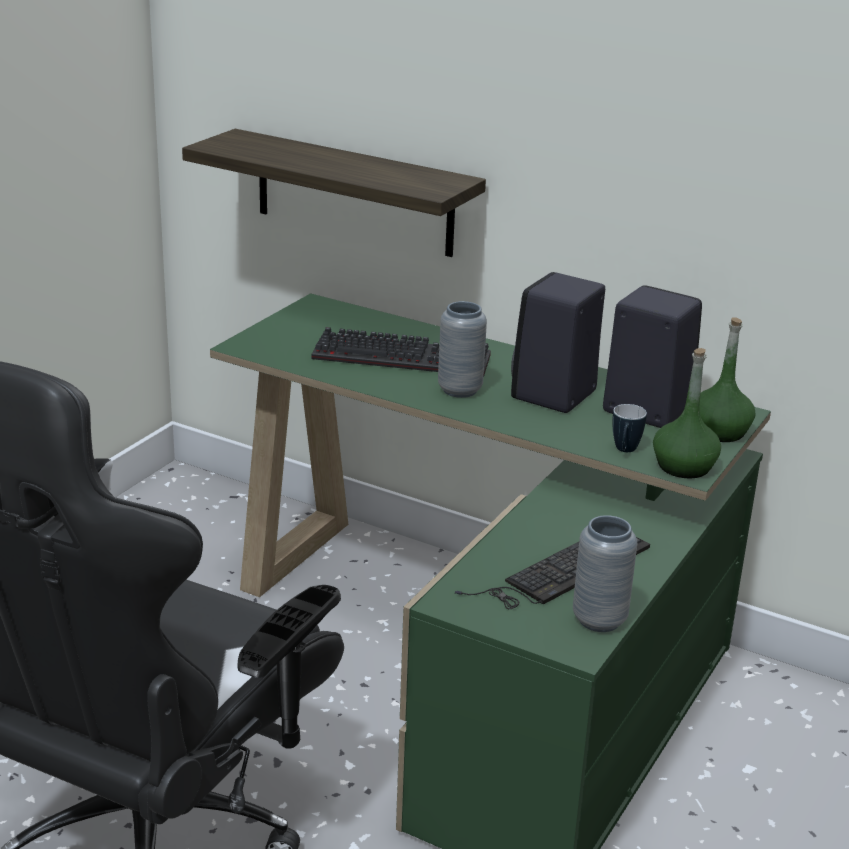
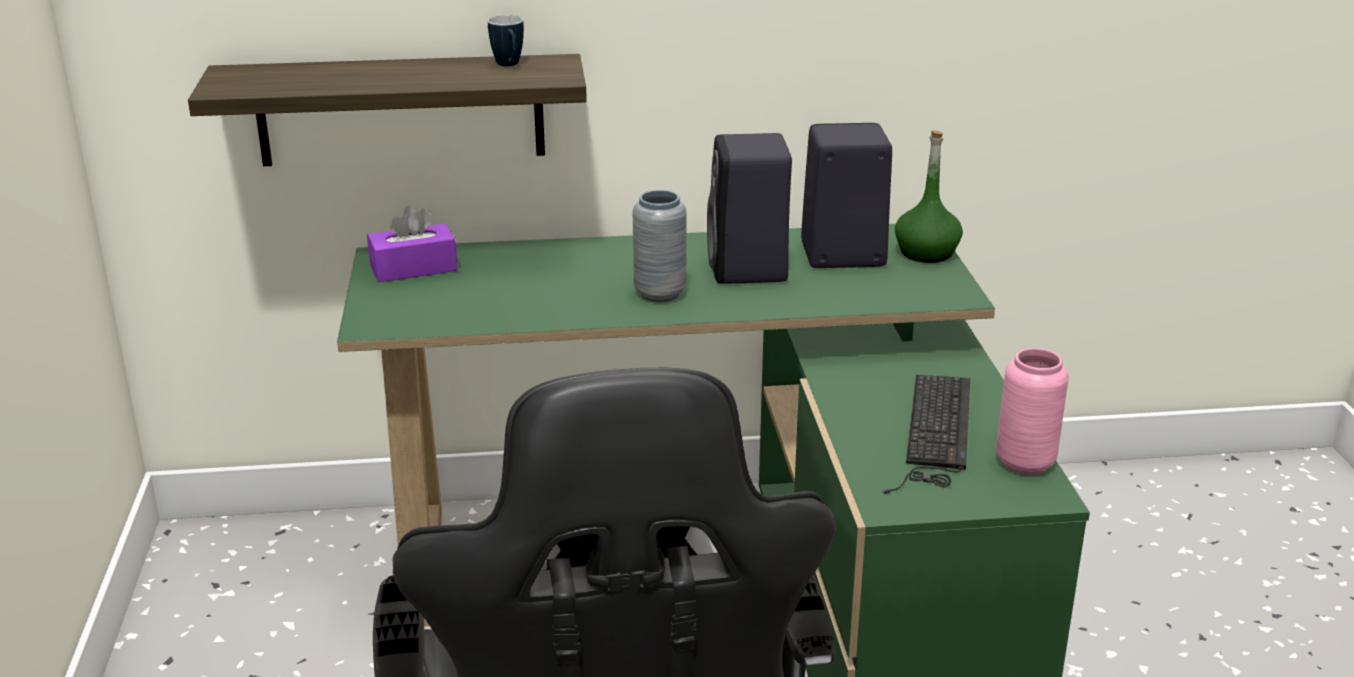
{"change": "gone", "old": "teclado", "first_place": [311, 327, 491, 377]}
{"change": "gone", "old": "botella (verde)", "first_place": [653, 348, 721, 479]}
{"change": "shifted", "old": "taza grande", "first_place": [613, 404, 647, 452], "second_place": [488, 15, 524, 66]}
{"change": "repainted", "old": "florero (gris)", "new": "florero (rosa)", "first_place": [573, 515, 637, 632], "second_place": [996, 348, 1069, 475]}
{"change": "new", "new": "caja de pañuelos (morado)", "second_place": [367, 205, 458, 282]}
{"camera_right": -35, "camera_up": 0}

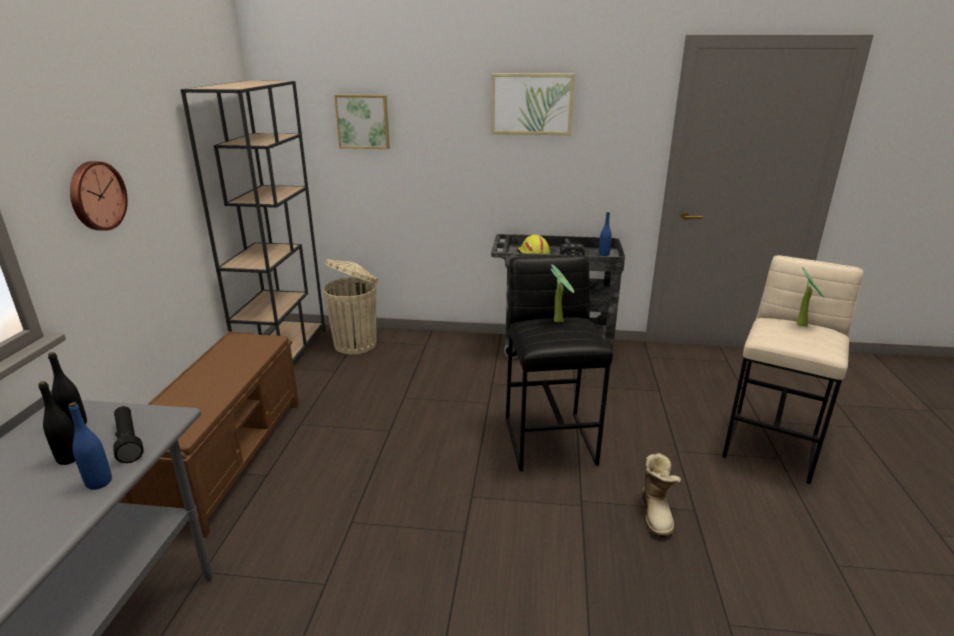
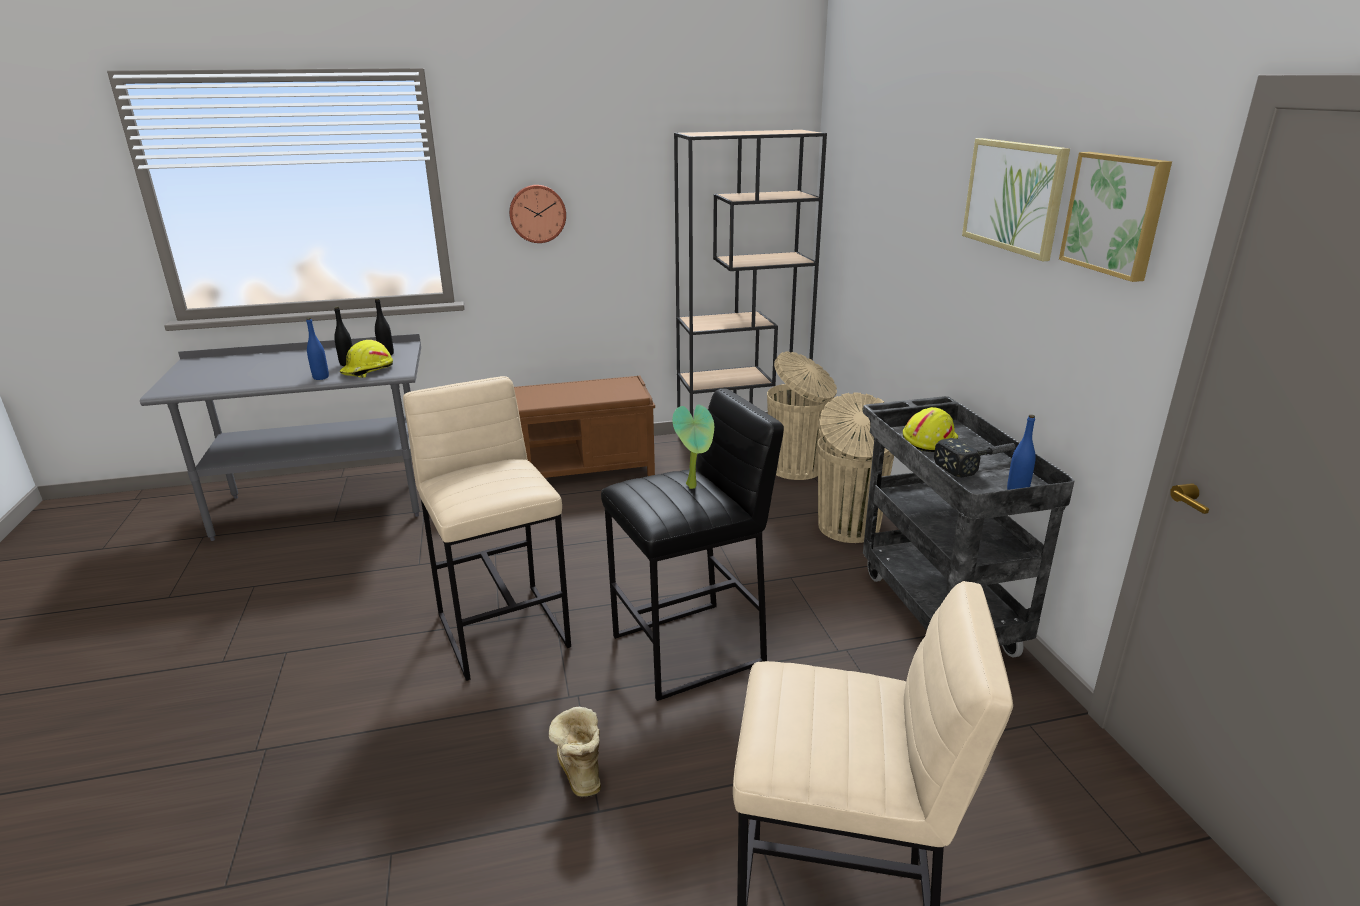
{"change": "shifted", "old": "cuadro", "first_place": [334, 95, 390, 149], "second_place": [1059, 152, 1172, 282]}
{"change": "gone", "old": "planta en maceta", "first_place": [797, 267, 825, 327]}
{"change": "swapped", "old": "linterna (negro)", "new": "casco (amarillo)", "first_place": [113, 406, 143, 463], "second_place": [340, 340, 393, 378]}
{"change": "rotated", "old": "bota", "first_place": [642, 453, 681, 537], "second_place": [549, 707, 601, 797], "degrees": 90}
{"change": "new", "new": "taburete (beis)", "second_place": [403, 376, 571, 681]}
{"change": "new", "new": "papelera (beis)", "second_place": [818, 392, 894, 543]}
{"camera_right": 70, "camera_up": 0}

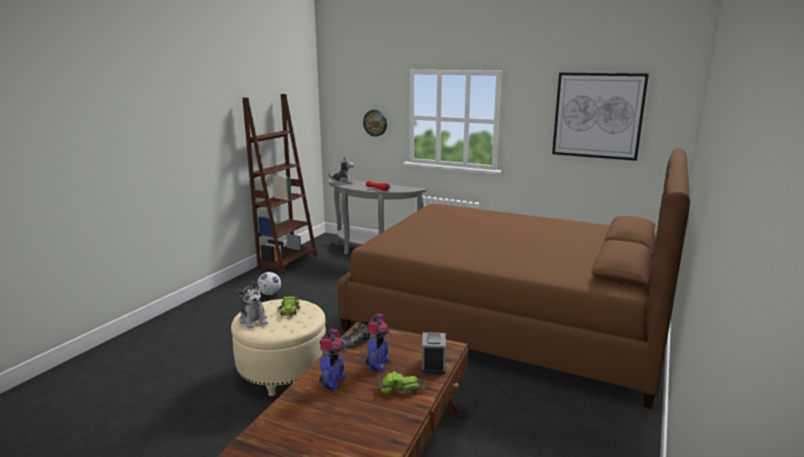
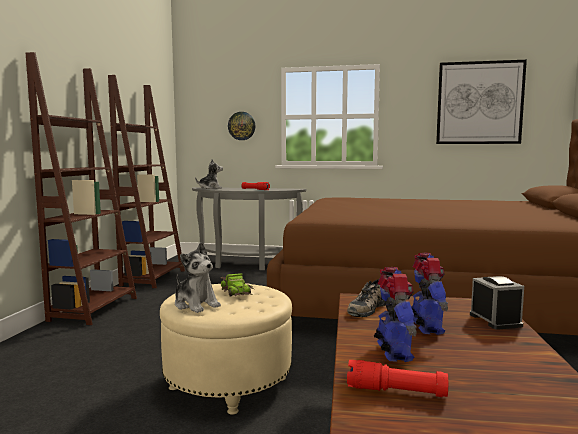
{"change": "gone", "old": "balón de fútbol", "first_place": [257, 272, 281, 295]}
{"change": "gone", "old": "coche de juguete", "first_place": [376, 371, 429, 395]}
{"change": "new", "new": "estantería (marrón)", "second_place": [26, 52, 137, 325]}
{"change": "new", "new": "linterna (rojo)", "second_place": [347, 360, 448, 397]}
{"camera_right": -15, "camera_up": -10}

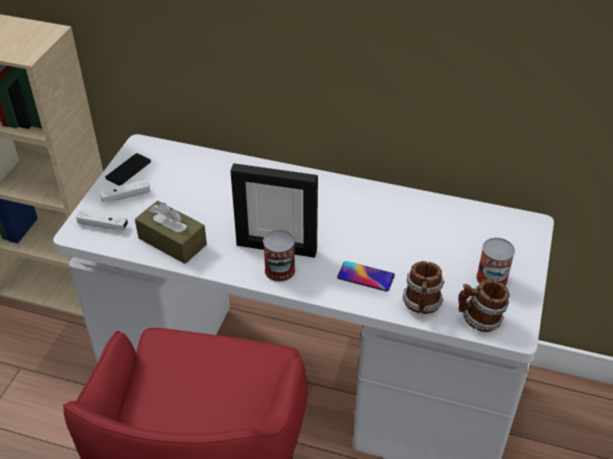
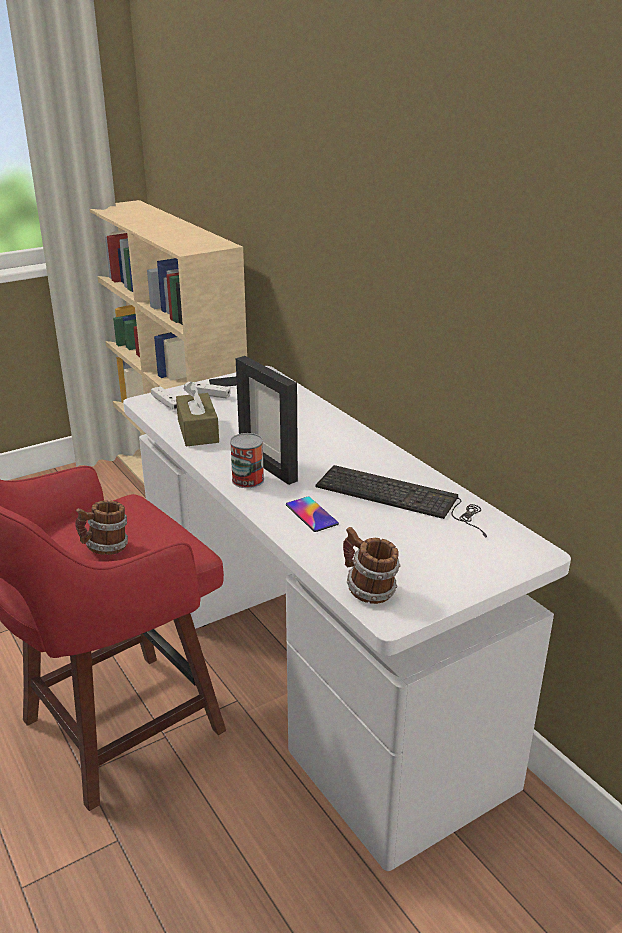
{"change": "gone", "old": "lata", "first_place": [476, 238, 515, 286]}
{"change": "shifted", "old": "taza grande", "first_place": [402, 261, 445, 314], "second_place": [75, 500, 128, 555]}
{"change": "new", "new": "teclado", "second_place": [315, 465, 487, 538]}
{"camera_right": 40, "camera_up": -15}

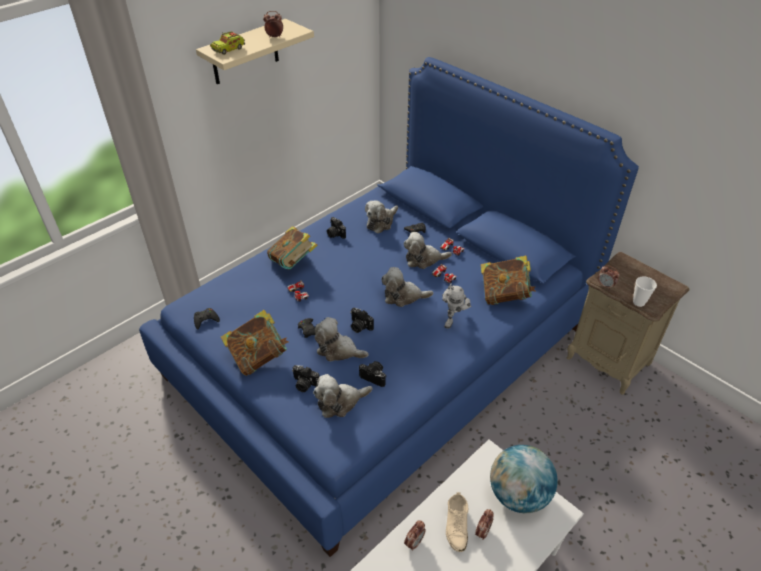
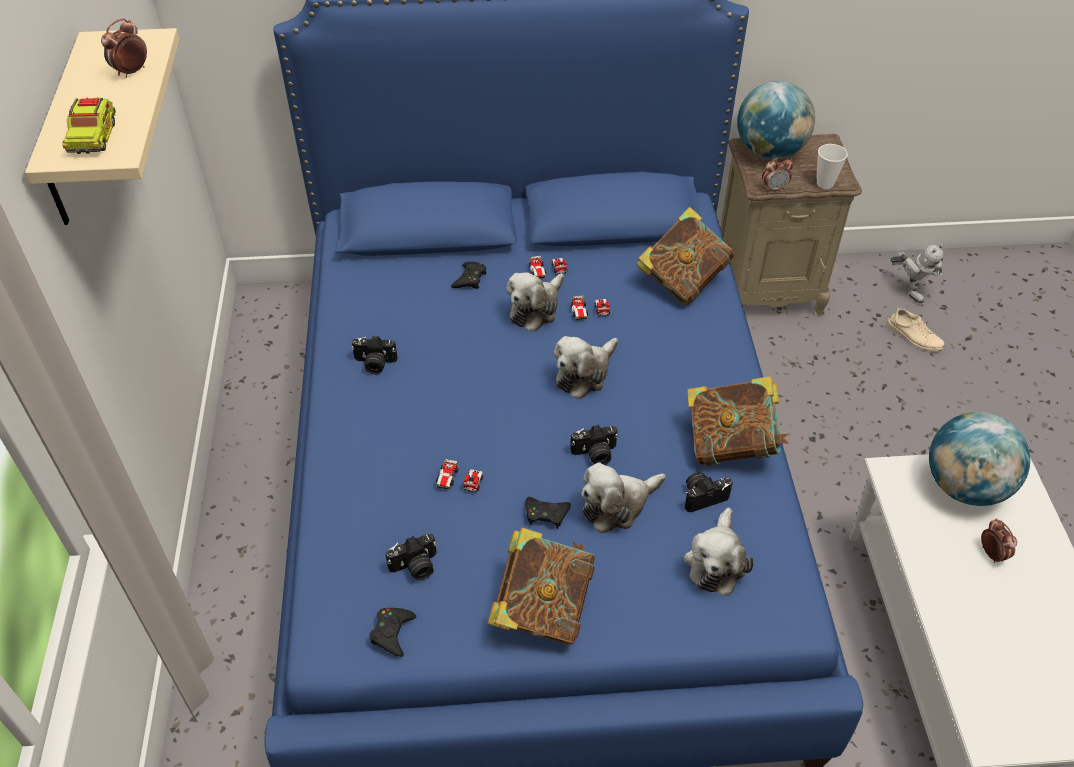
{"change": "gone", "old": "peluche", "first_place": [365, 200, 398, 233]}
{"change": "shifted", "old": "libro", "first_place": [267, 226, 318, 269], "second_place": [687, 376, 788, 466]}
{"change": "shifted", "old": "robot de juguete", "first_place": [442, 284, 472, 329], "second_place": [890, 244, 944, 303]}
{"change": "shifted", "old": "cámara", "first_place": [292, 365, 320, 392], "second_place": [385, 534, 437, 580]}
{"change": "shifted", "old": "zapato (beis)", "first_place": [446, 492, 468, 552], "second_place": [886, 308, 945, 351]}
{"change": "gone", "old": "despertador", "first_place": [404, 520, 425, 551]}
{"change": "new", "new": "globo terráqueo", "second_place": [737, 81, 815, 159]}
{"camera_right": -50, "camera_up": 5}

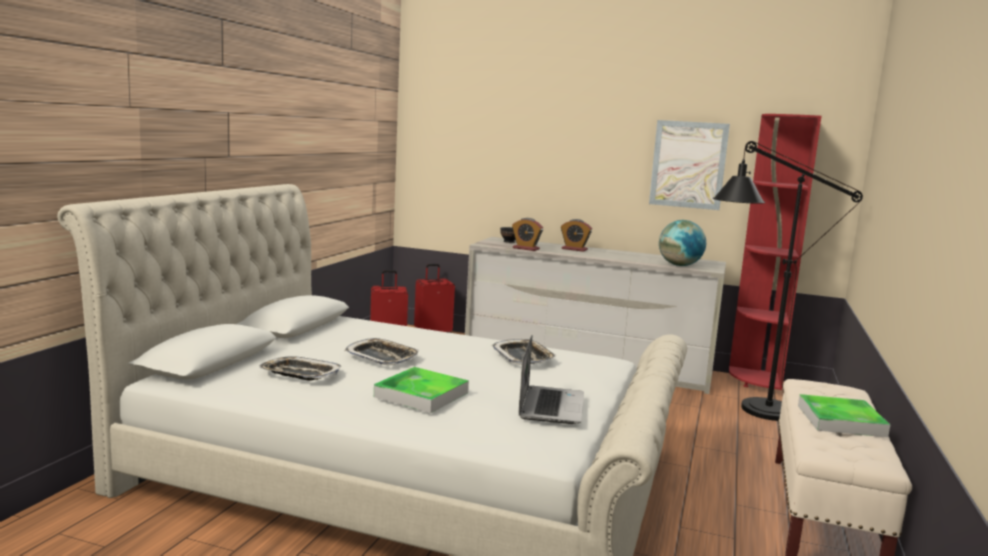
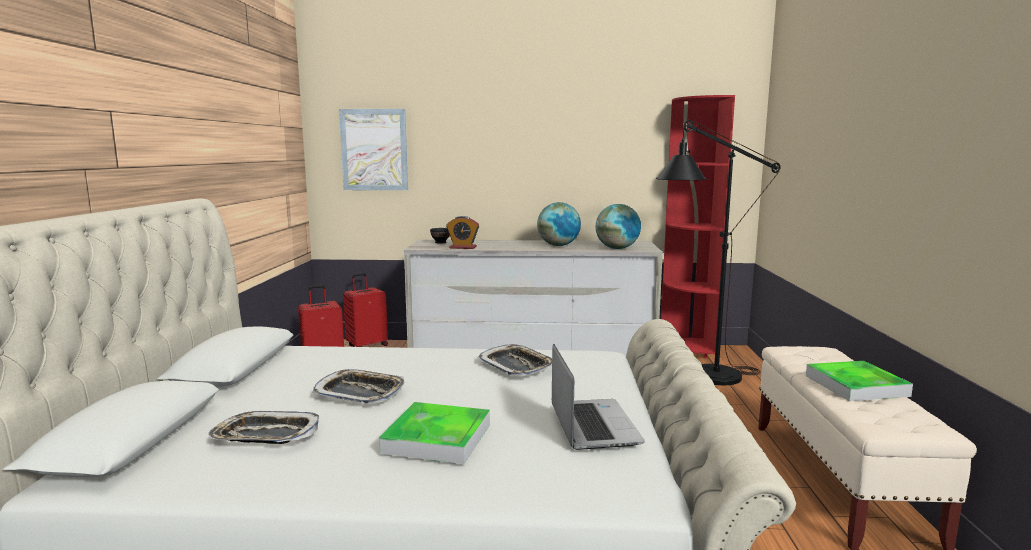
{"change": "shifted", "old": "cuadro", "first_place": [649, 120, 730, 210], "second_place": [339, 109, 408, 190]}
{"change": "gone", "old": "despertador", "first_place": [561, 219, 592, 252]}
{"change": "new", "new": "globo terráqueo", "second_place": [537, 202, 581, 246]}
{"camera_right": -15, "camera_up": 0}

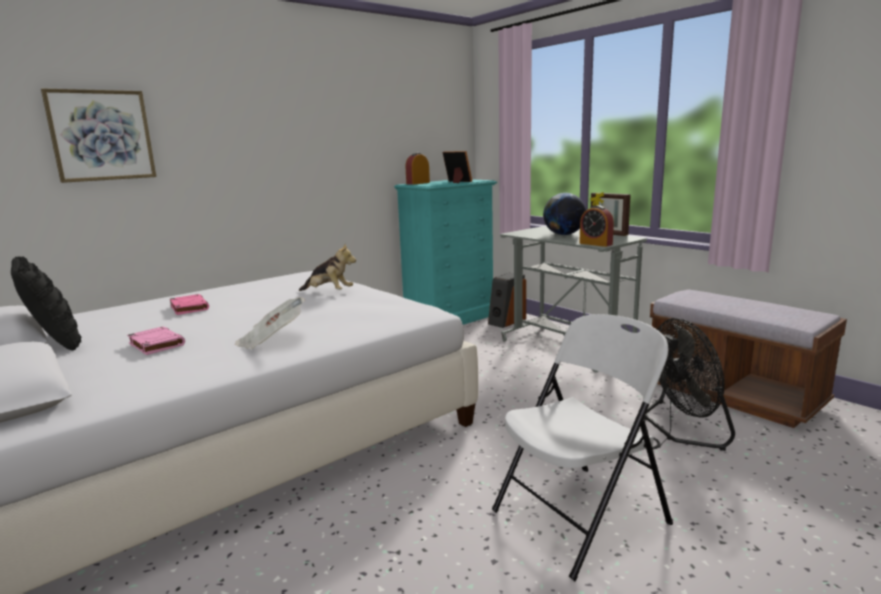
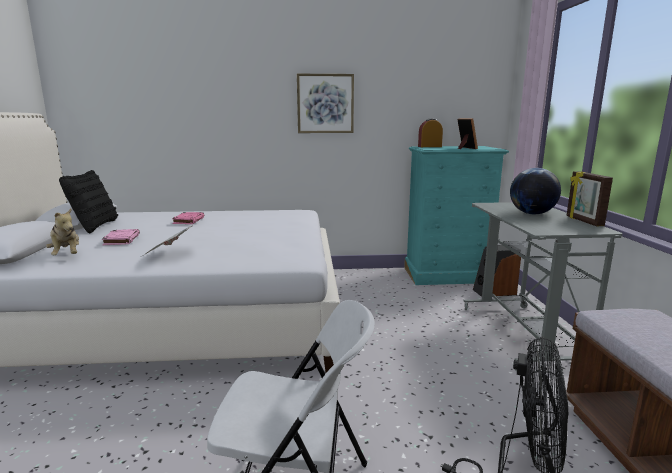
{"change": "shifted", "old": "cuadro", "first_place": [41, 88, 156, 183], "second_place": [297, 74, 354, 133]}
{"change": "gone", "old": "despertador", "first_place": [579, 205, 614, 247]}
{"change": "shifted", "old": "peluche", "first_place": [299, 244, 356, 291], "second_place": [46, 209, 79, 255]}
{"camera_right": 35, "camera_up": 0}

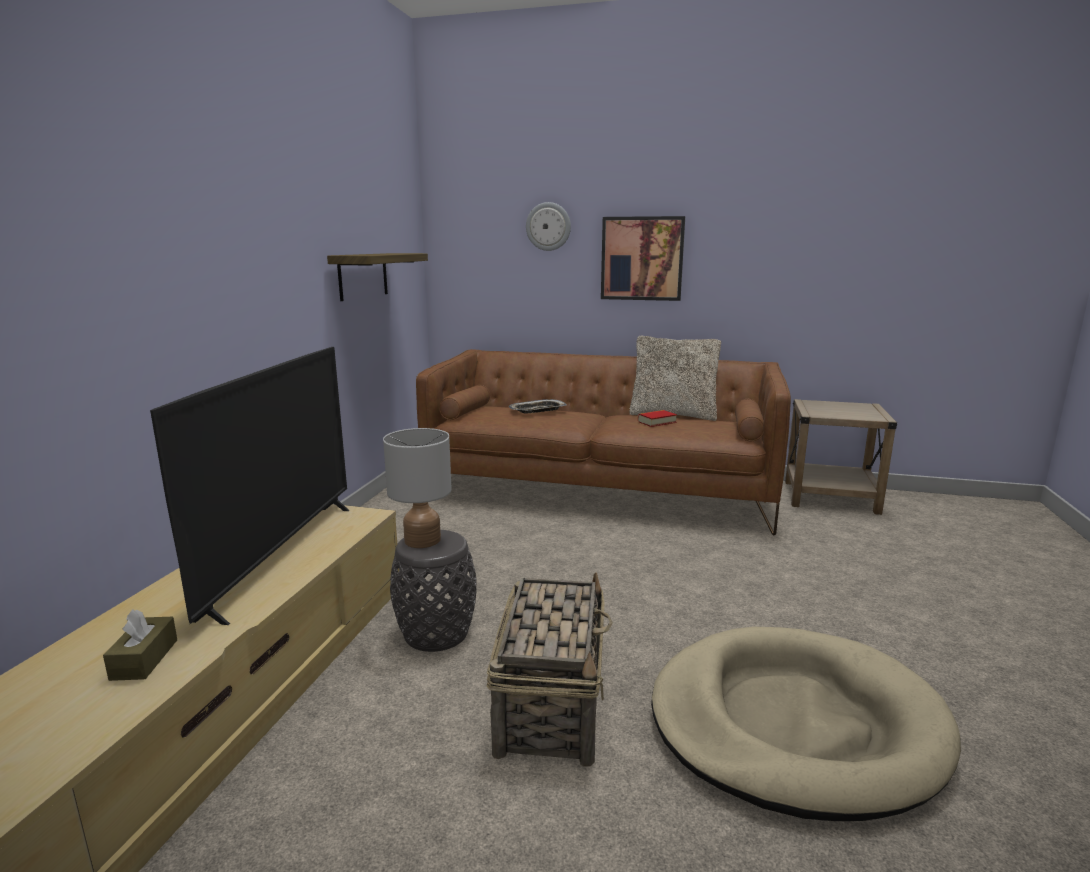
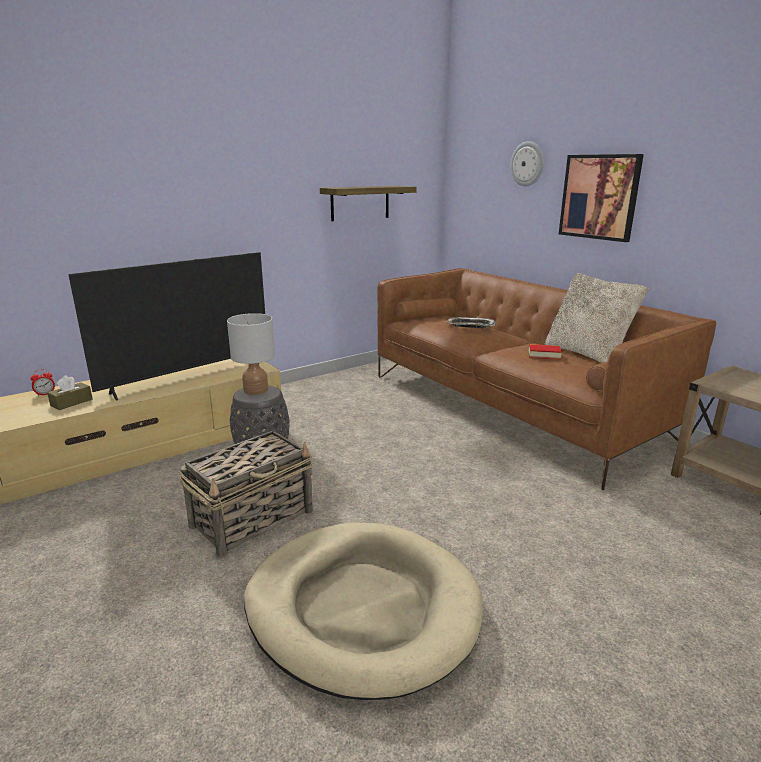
{"change": "new", "new": "despertador", "second_place": [30, 369, 55, 396]}
{"camera_right": 40, "camera_up": 5}

